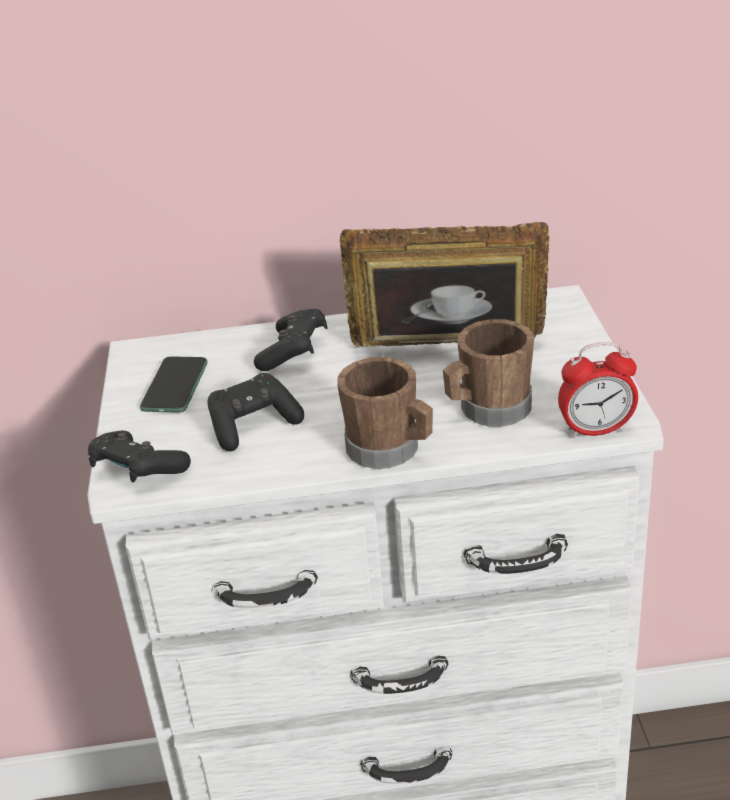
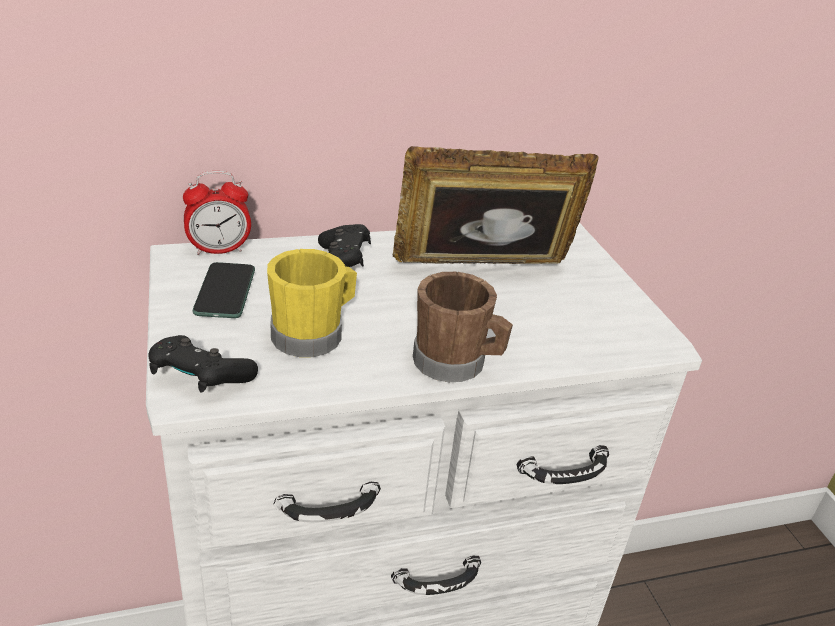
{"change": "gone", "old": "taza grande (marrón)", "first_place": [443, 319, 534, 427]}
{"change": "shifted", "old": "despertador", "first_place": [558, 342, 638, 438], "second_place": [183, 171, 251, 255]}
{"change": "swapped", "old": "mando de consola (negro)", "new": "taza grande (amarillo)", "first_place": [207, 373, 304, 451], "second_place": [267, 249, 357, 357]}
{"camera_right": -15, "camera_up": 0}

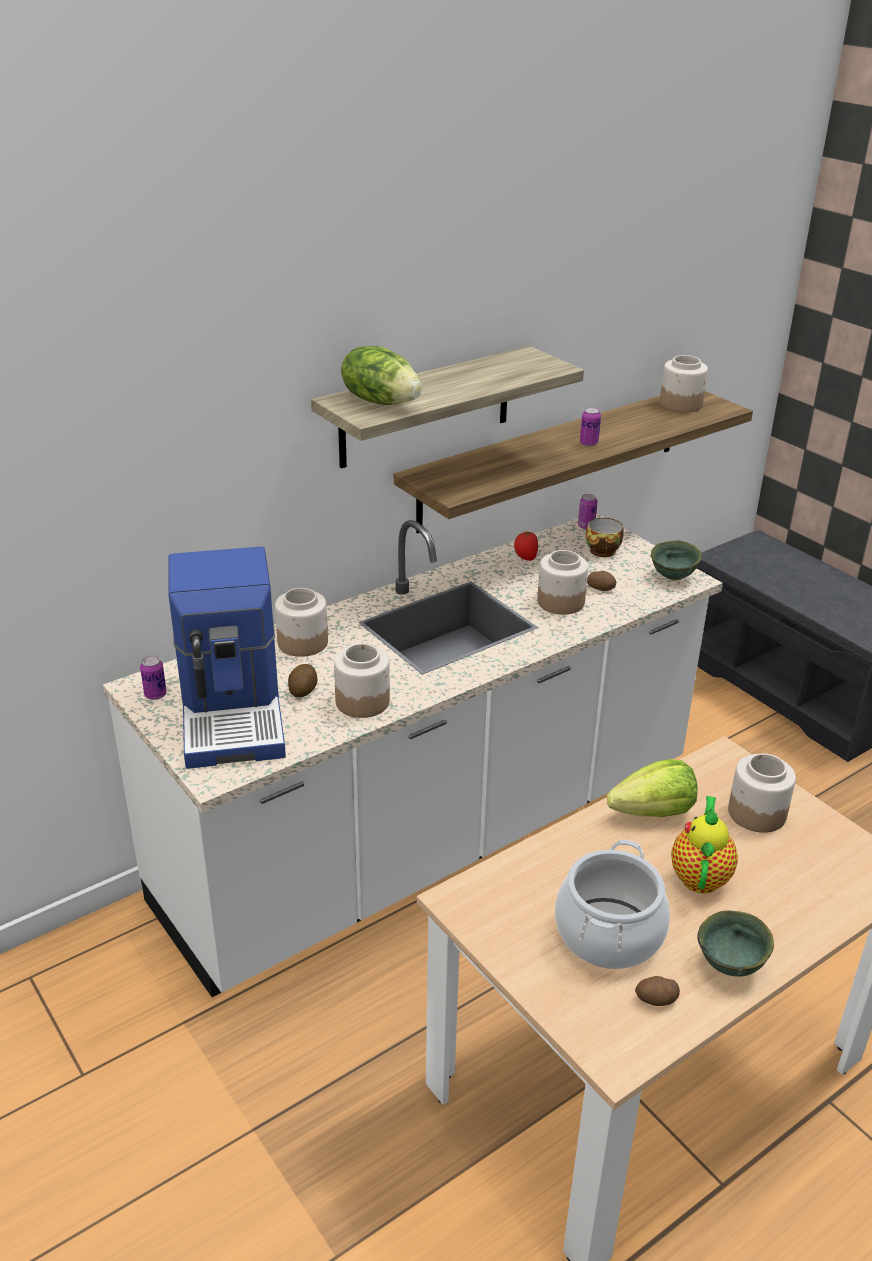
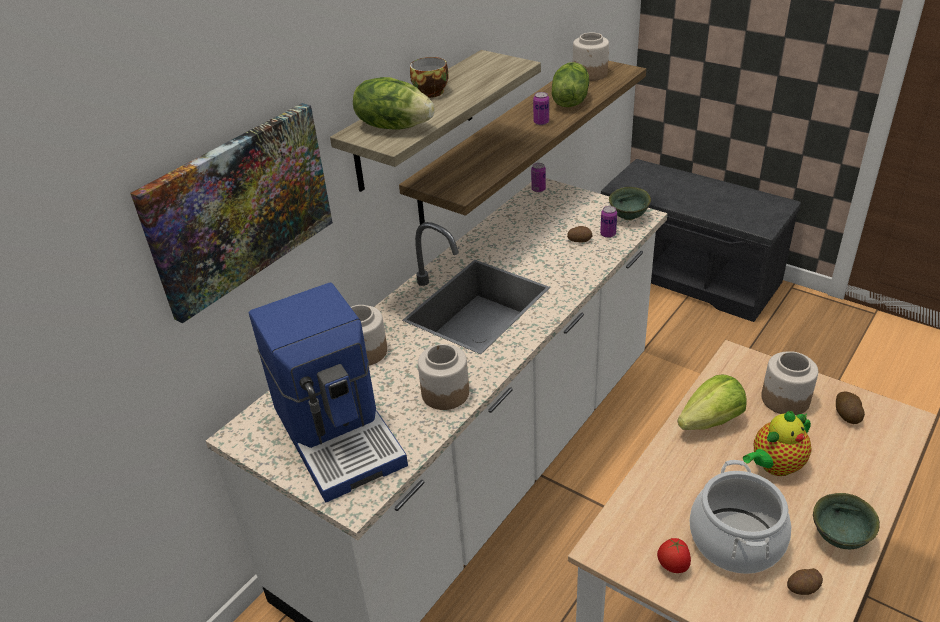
{"change": "shifted", "old": "taza", "first_place": [586, 518, 624, 557], "second_place": [410, 57, 448, 98]}
{"change": "shifted", "old": "tomate", "first_place": [514, 532, 538, 561], "second_place": [657, 538, 691, 573]}
{"change": "gone", "old": "tarro", "first_place": [537, 550, 588, 615]}
{"change": "shifted", "old": "lata", "first_place": [140, 656, 167, 700], "second_place": [600, 206, 617, 238]}
{"change": "shifted", "old": "patata", "first_place": [288, 664, 318, 697], "second_place": [836, 391, 865, 424]}
{"change": "rotated", "old": "tetera", "first_place": [671, 796, 738, 894], "second_place": [743, 411, 811, 476], "degrees": -120}
{"change": "new", "new": "lechuga", "second_place": [552, 62, 589, 107]}
{"change": "new", "new": "cuadro", "second_place": [130, 103, 333, 323]}
{"camera_right": -15, "camera_up": 5}

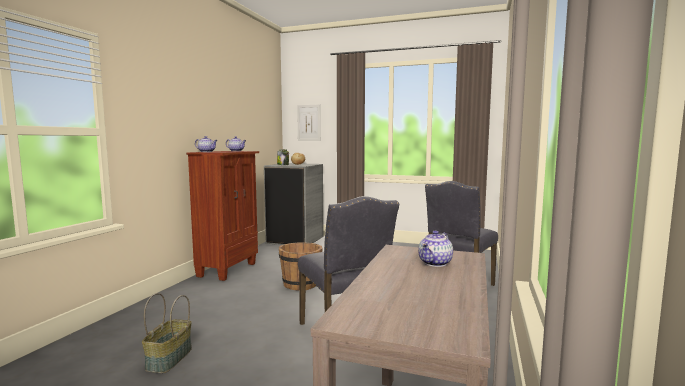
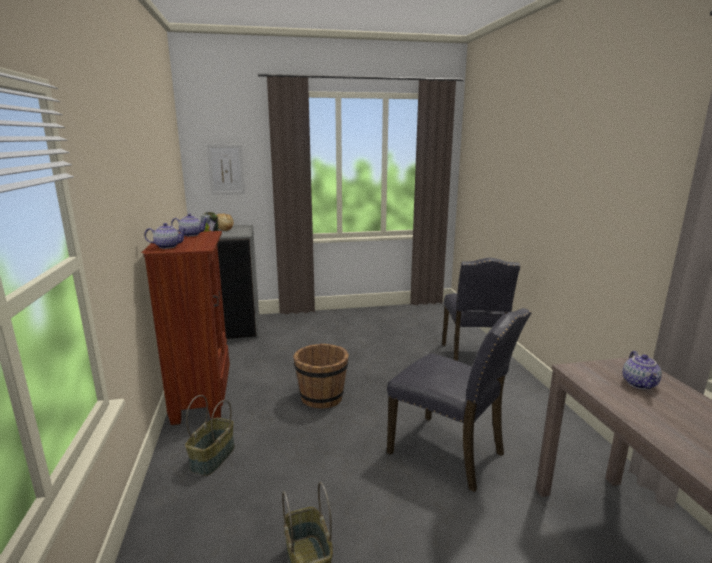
{"change": "new", "new": "cesta", "second_place": [185, 395, 235, 476]}
{"camera_right": -30, "camera_up": 10}

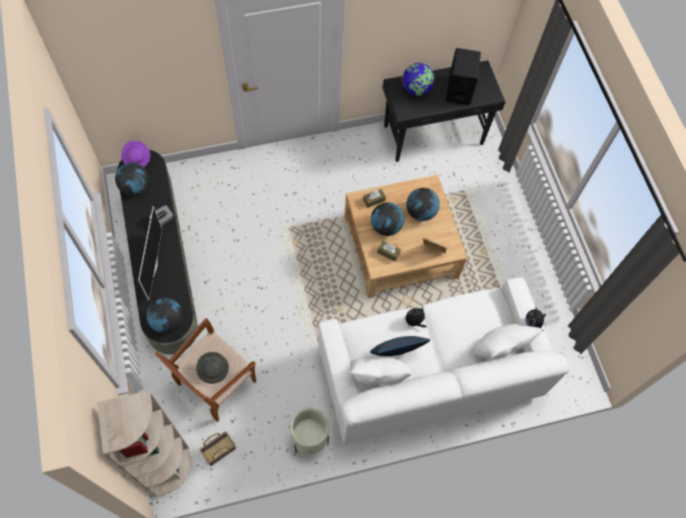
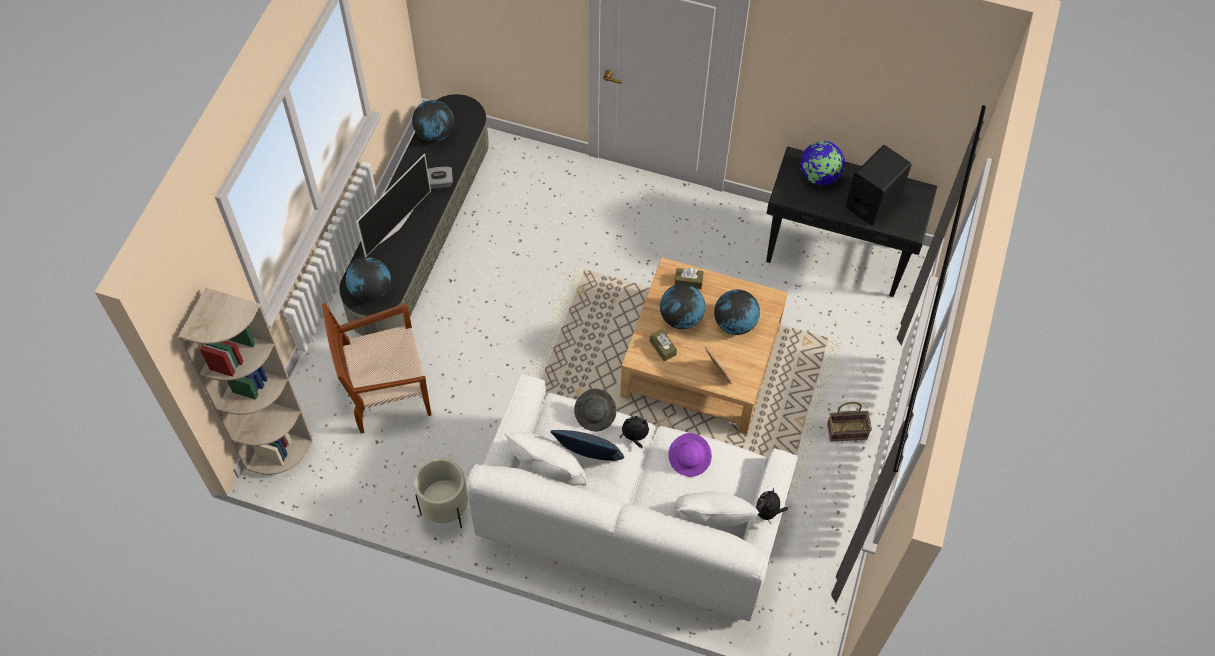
{"change": "shifted", "old": "sombrero (morado)", "first_place": [121, 141, 150, 167], "second_place": [668, 433, 712, 477]}
{"change": "shifted", "old": "sombrero (gris)", "first_place": [196, 352, 229, 384], "second_place": [574, 388, 617, 432]}
{"change": "shifted", "old": "cesta", "first_place": [200, 431, 236, 466], "second_place": [827, 402, 872, 442]}
{"camera_right": 35, "camera_up": -5}

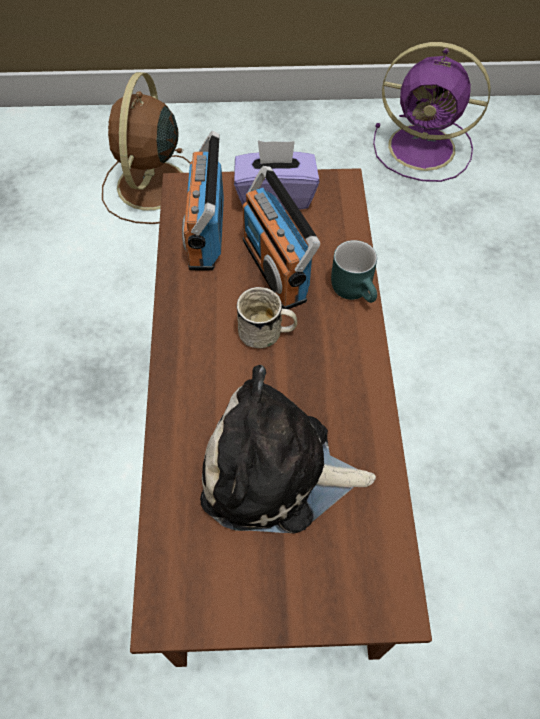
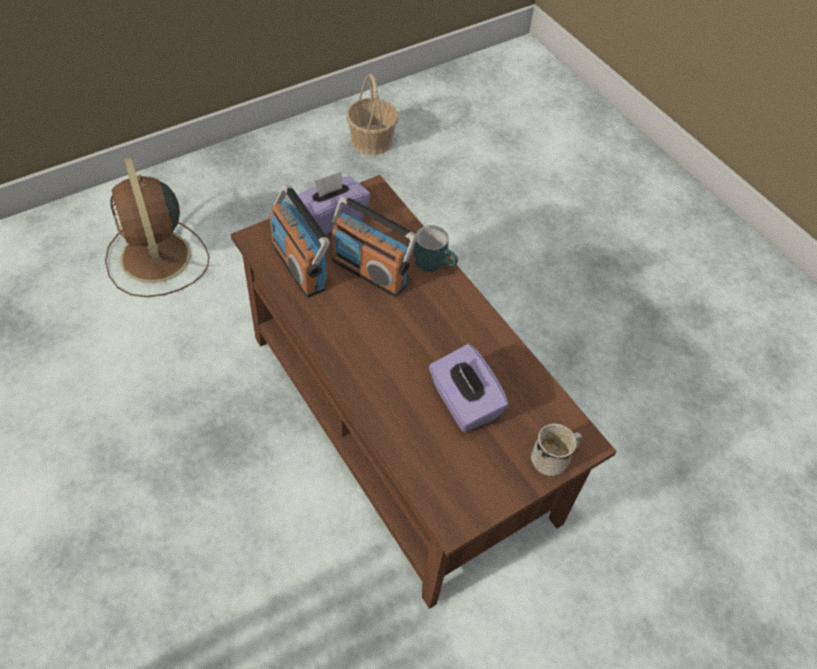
{"change": "swapped", "old": "ventilador (morado)", "new": "cesta", "first_place": [373, 42, 491, 182], "second_place": [346, 73, 398, 155]}
{"change": "shifted", "old": "taza grande (blanco)", "first_place": [237, 287, 297, 348], "second_place": [531, 423, 582, 476]}
{"change": "swapped", "old": "peluche", "new": "caja de pañuelos (morado)", "first_place": [200, 365, 376, 534], "second_place": [429, 344, 509, 432]}
{"camera_right": -35, "camera_up": -5}

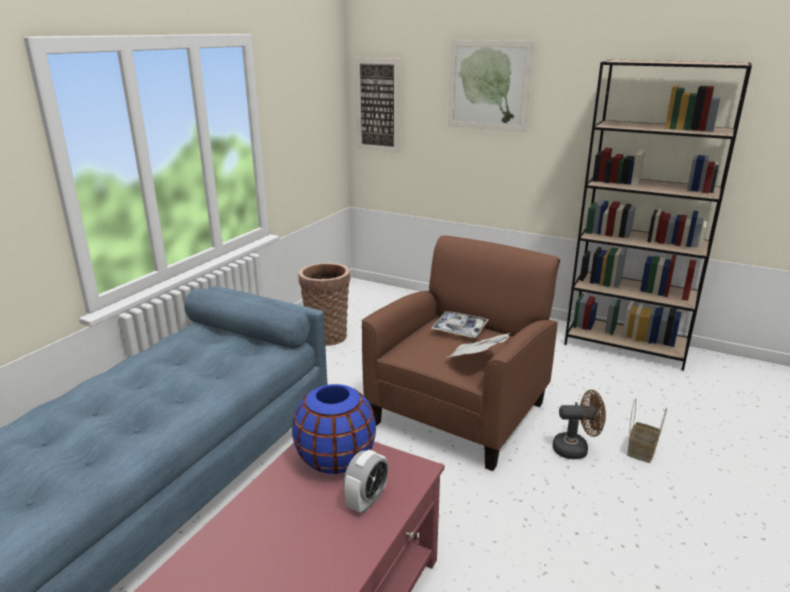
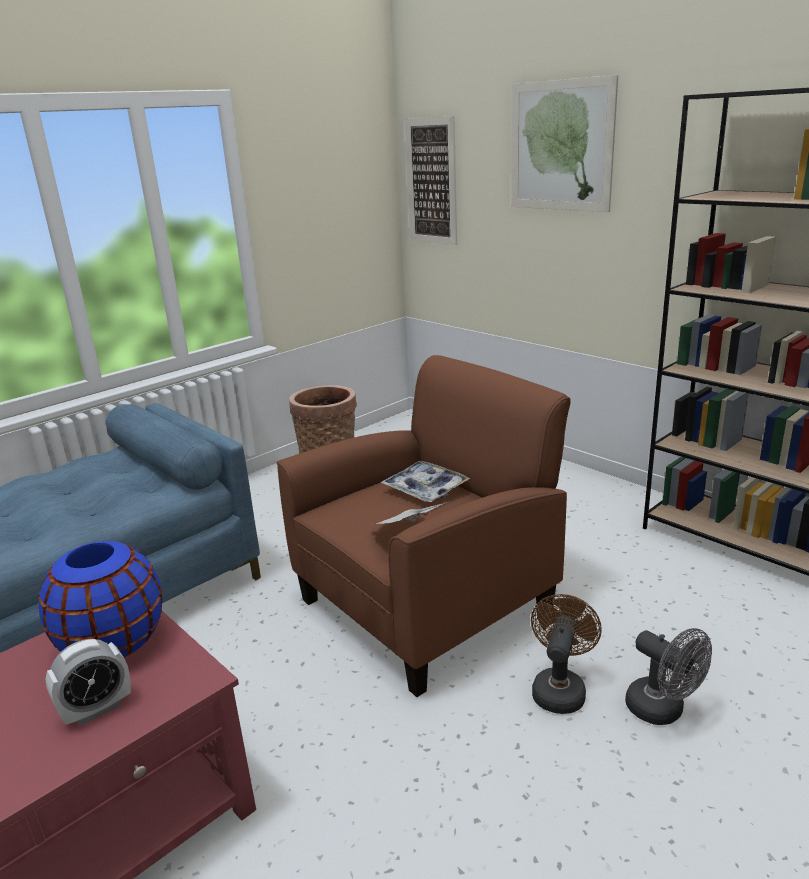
{"change": "rotated", "old": "ventilador (marrón)", "first_place": [552, 390, 606, 459], "second_place": [531, 594, 602, 714], "degrees": -90}
{"change": "swapped", "old": "cesta", "new": "ventilador (gris)", "first_place": [627, 398, 667, 463], "second_place": [625, 628, 712, 725]}
{"camera_right": 20, "camera_up": 0}

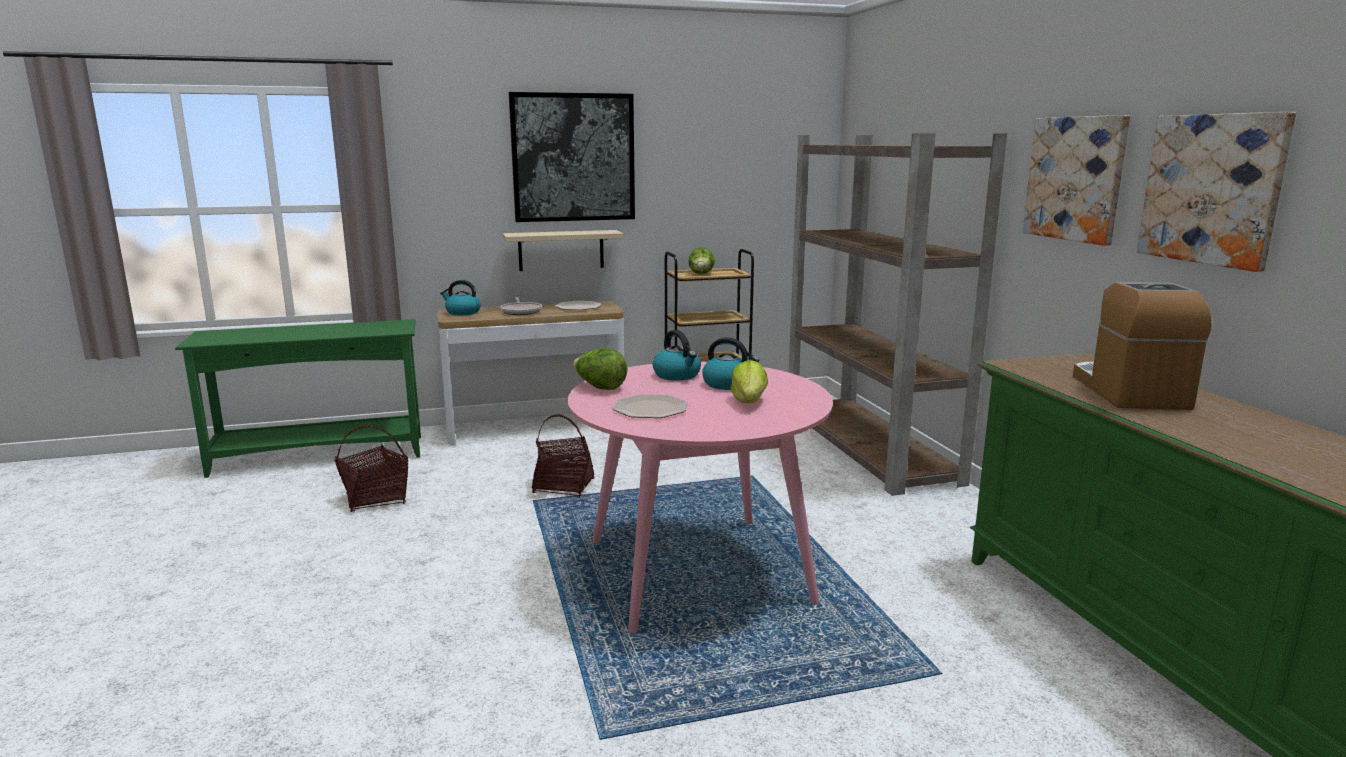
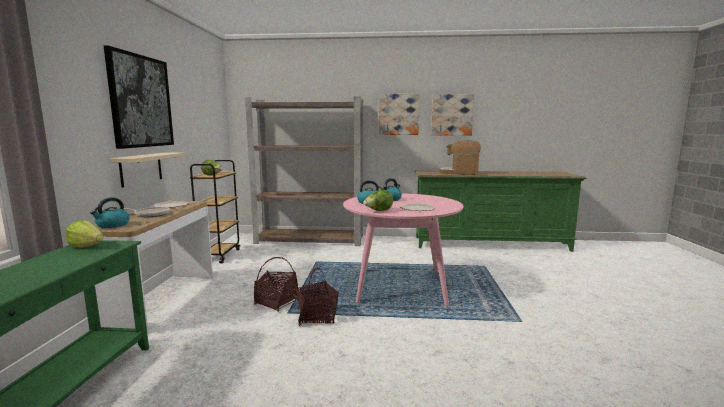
{"change": "shifted", "old": "lechuga", "first_place": [730, 360, 768, 403], "second_place": [65, 220, 103, 248]}
{"change": "shifted", "old": "cesta", "first_place": [335, 425, 409, 512], "second_place": [295, 268, 339, 326]}
{"camera_right": -70, "camera_up": -5}

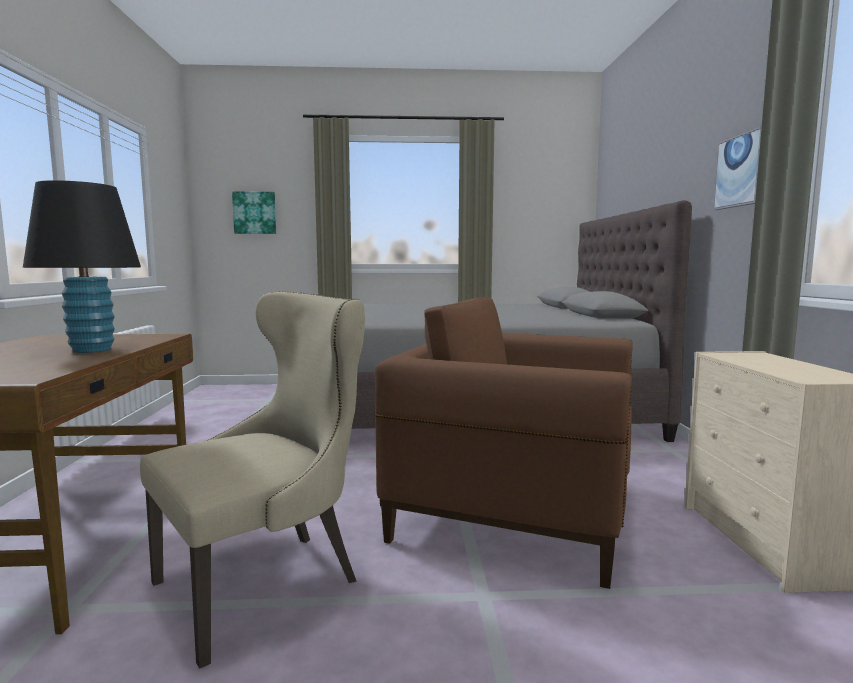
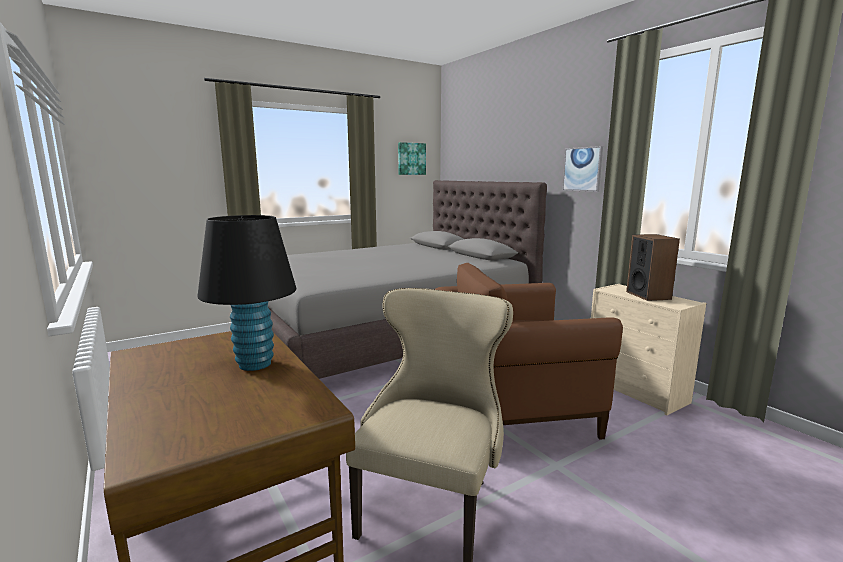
{"change": "shifted", "old": "cuadro", "first_place": [232, 191, 276, 234], "second_place": [398, 142, 426, 175]}
{"change": "new", "new": "altavoz", "second_place": [626, 234, 680, 301]}
{"camera_right": -30, "camera_up": 5}

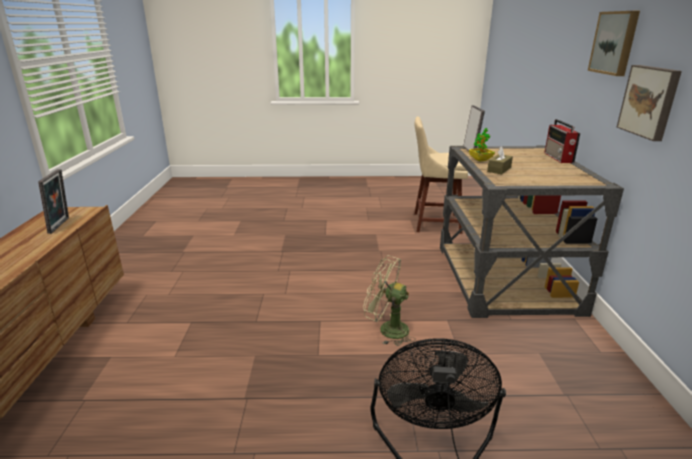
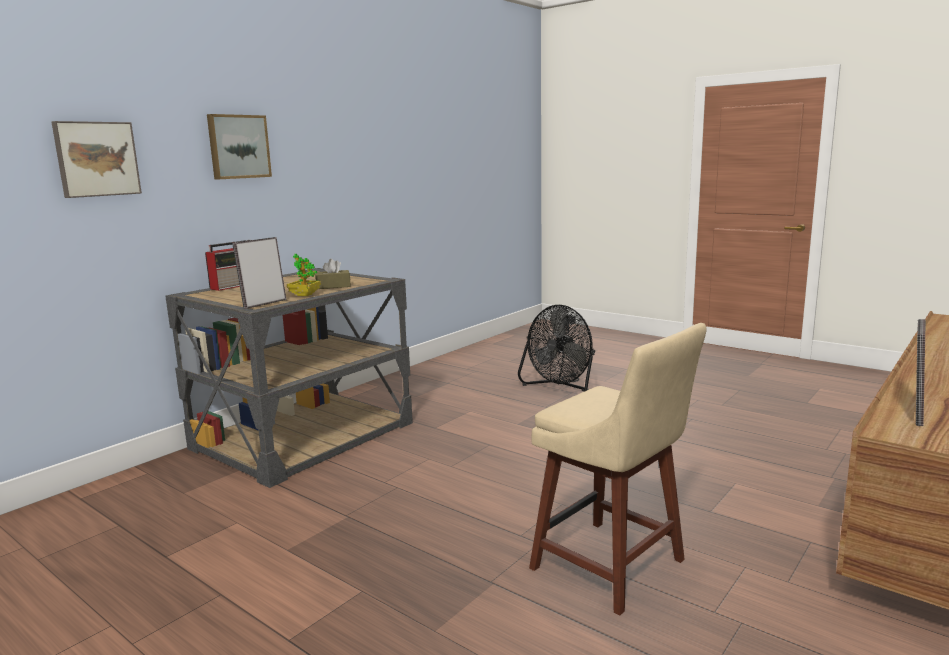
{"change": "shifted", "old": "cuadro", "first_place": [617, 65, 682, 141], "second_place": [52, 121, 142, 198]}
{"change": "shifted", "old": "silla (beis)", "first_place": [414, 116, 468, 234], "second_place": [529, 323, 707, 616]}
{"change": "gone", "old": "ventilador (verde)", "first_place": [363, 255, 416, 346]}
{"camera_right": -140, "camera_up": -10}

